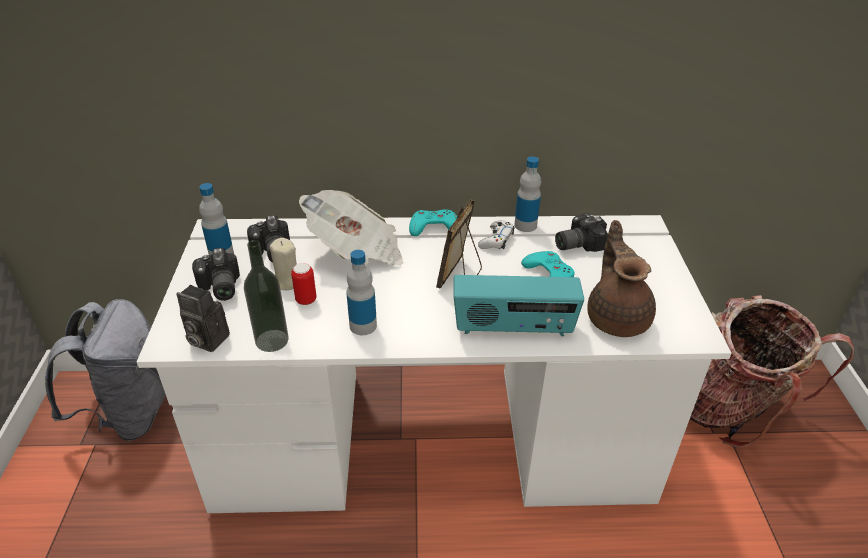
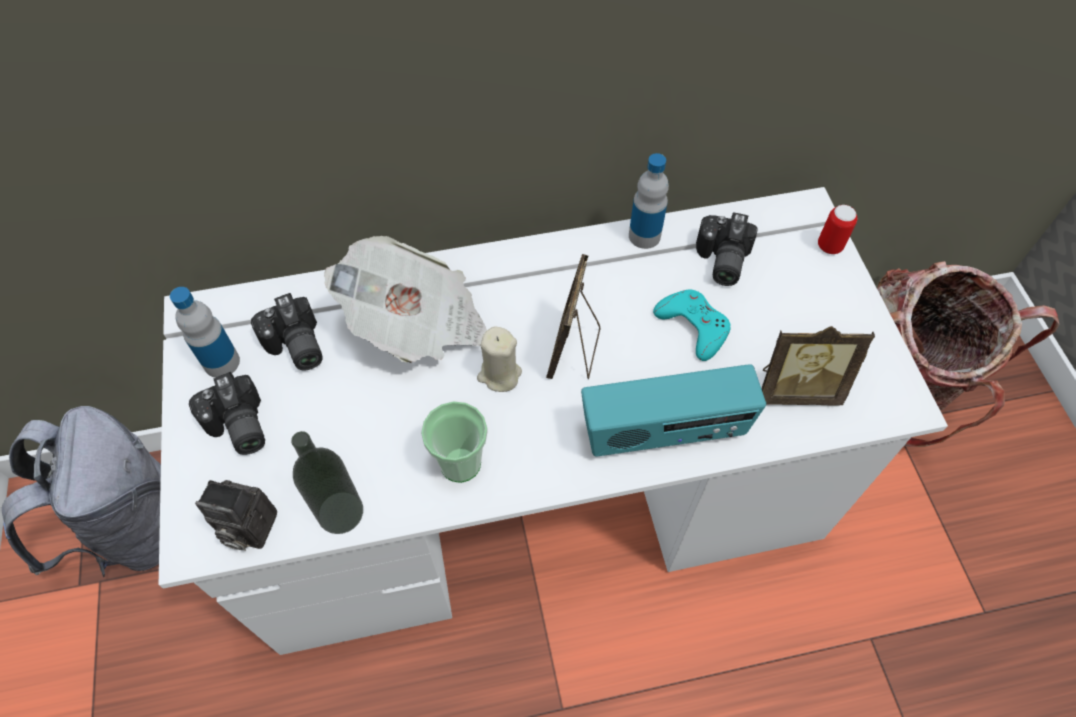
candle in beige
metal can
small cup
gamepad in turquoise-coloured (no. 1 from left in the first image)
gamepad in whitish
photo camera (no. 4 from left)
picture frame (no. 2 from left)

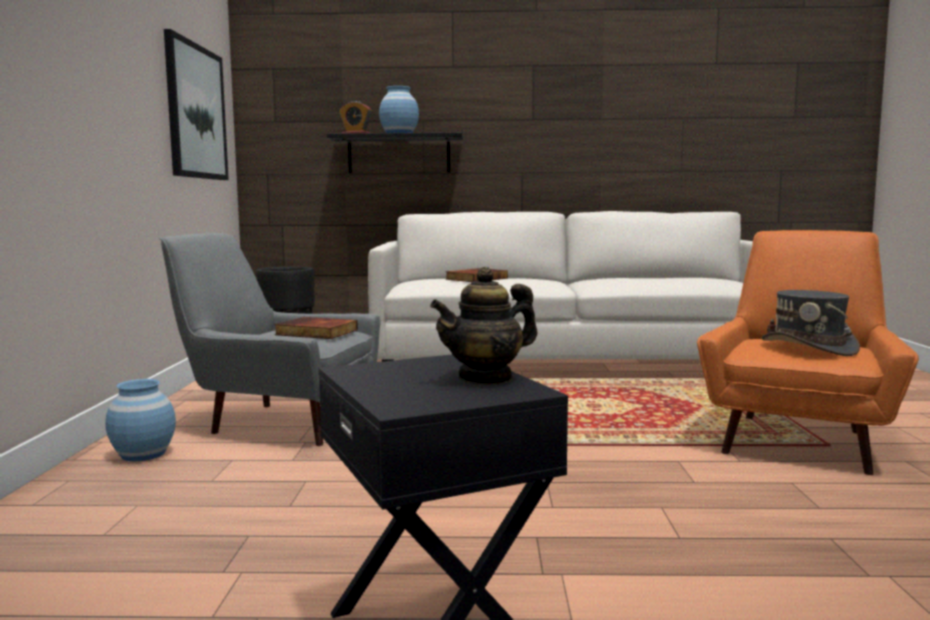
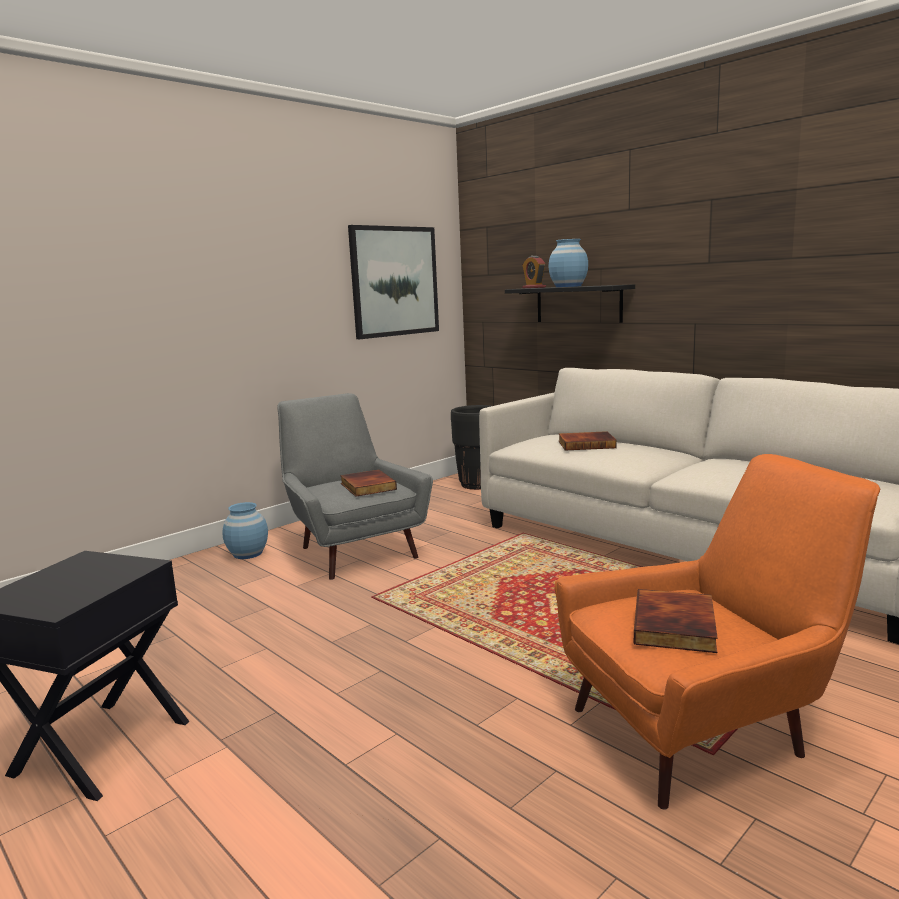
pot for tea
book (no. 3 from left)

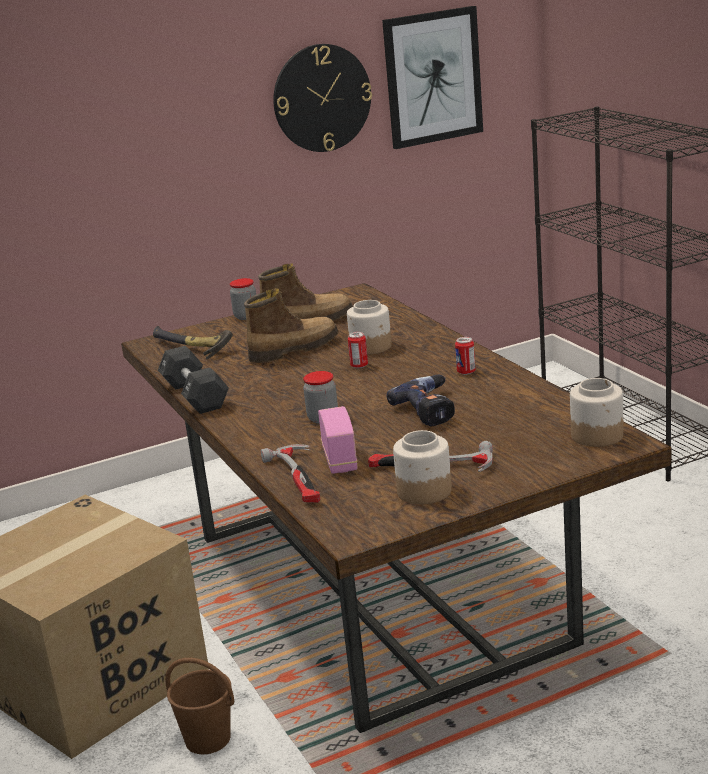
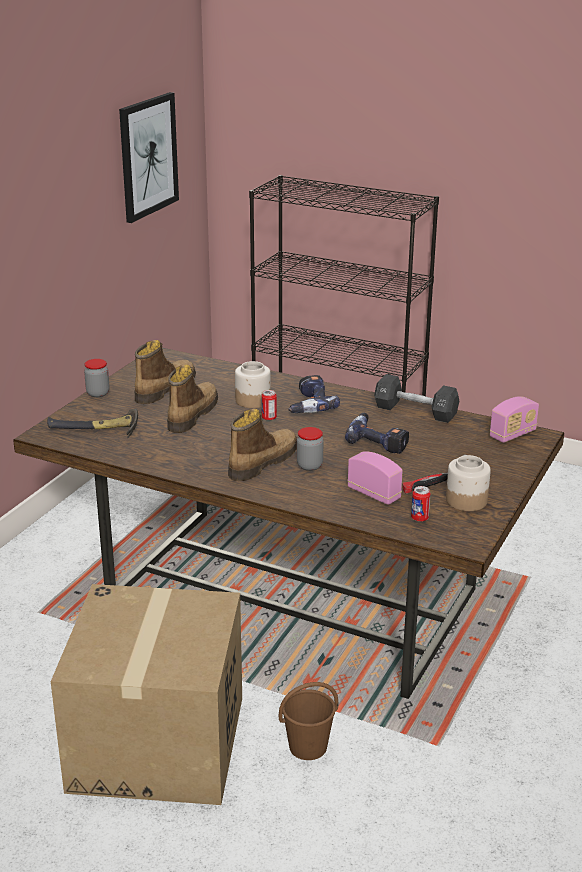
hand weight in blackish
tool hammer (no. 2 from left in the first image)
hanging clock
metal can (no. 2 from left)
radio set (no. 2 from left)
high-top boot (no. 3 from left)
power drill (no. 1 from left)

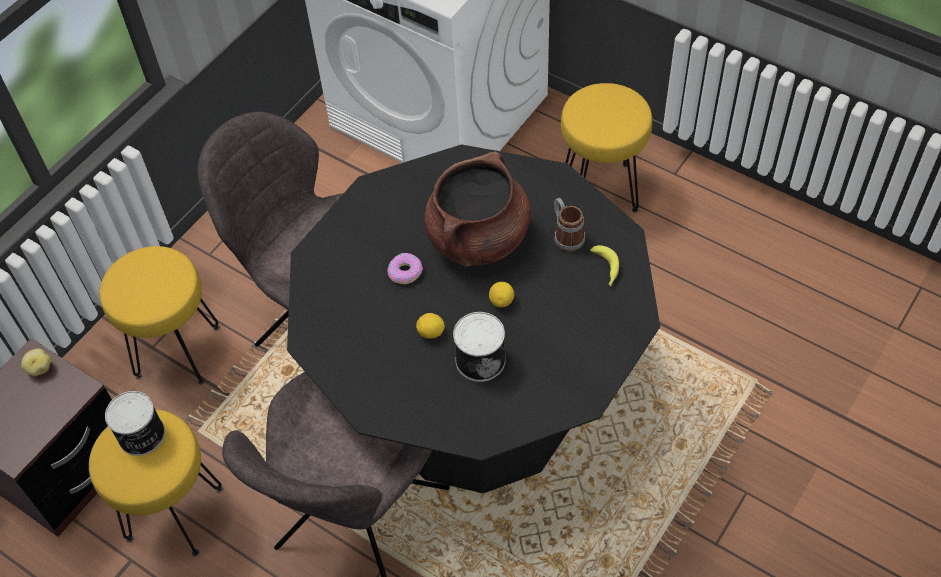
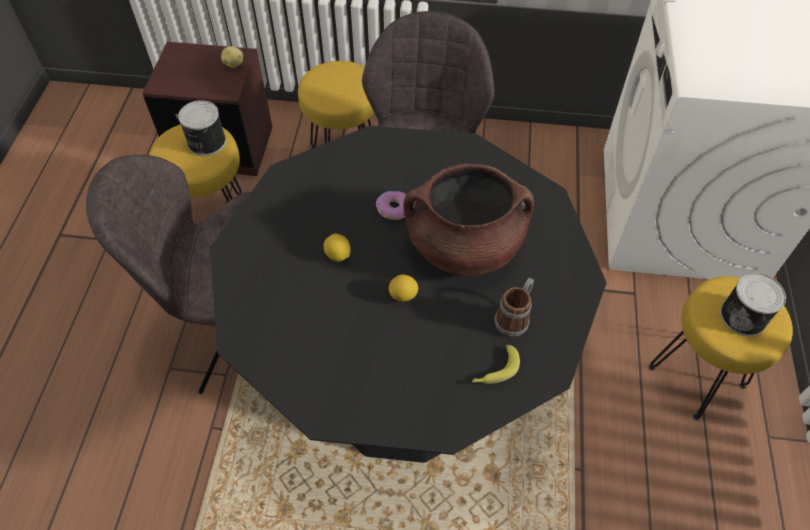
metal can (no. 2 from left)

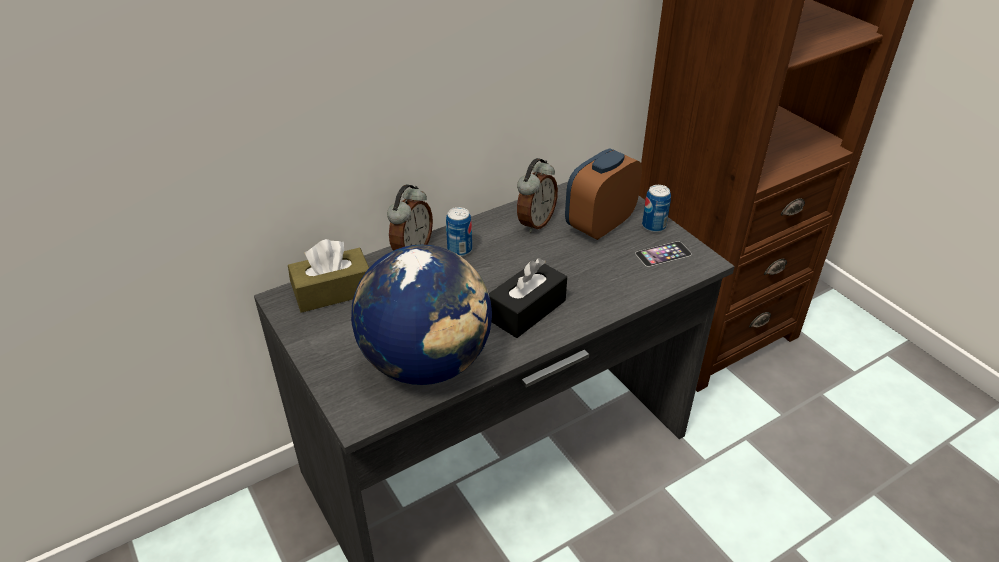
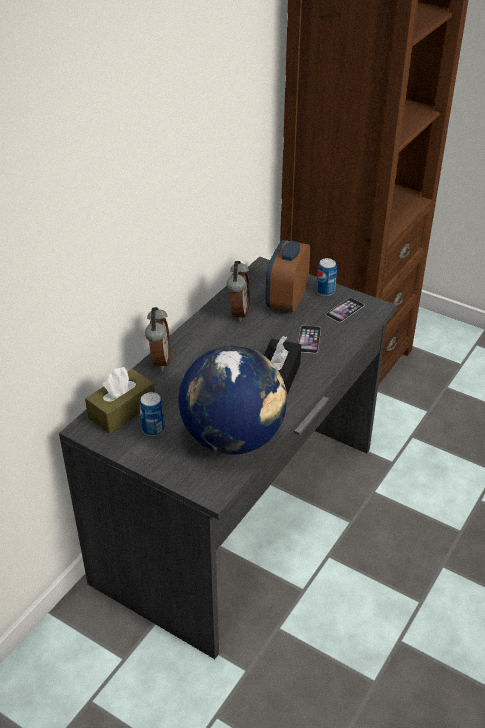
metal can (no. 1 from left)
phone (no. 1 from left)

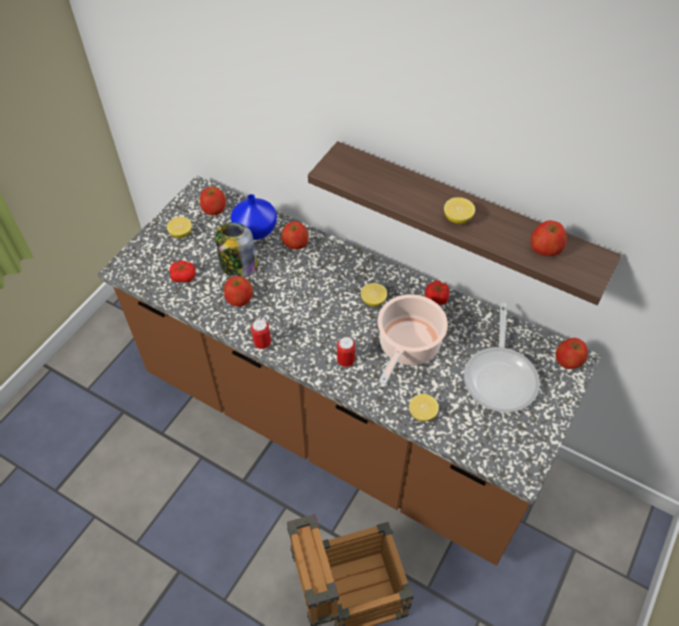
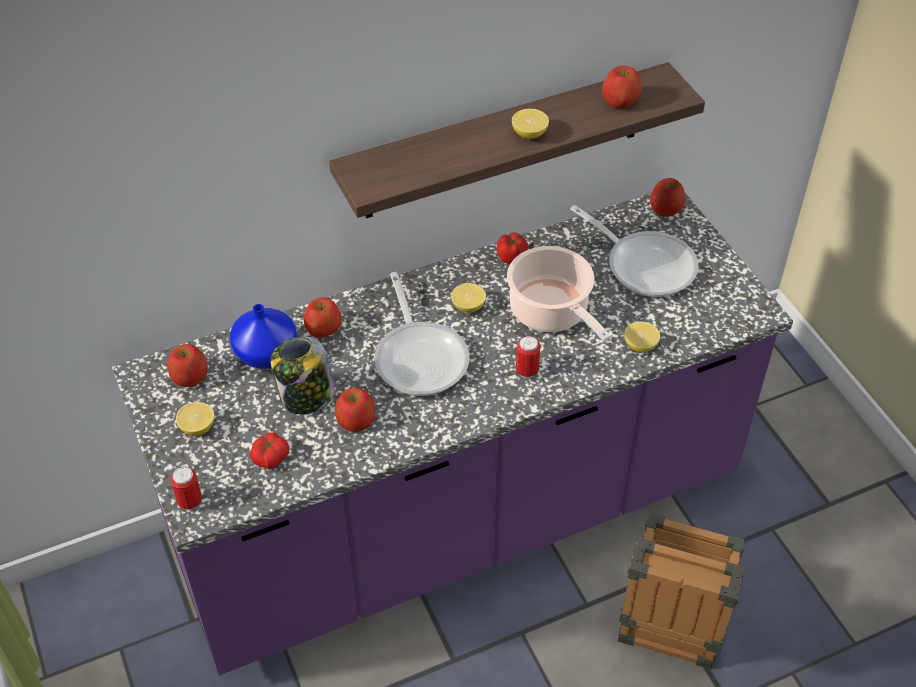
counter in purple-coloured
metal can (no. 1 from left)
skillet (no. 1 from left)

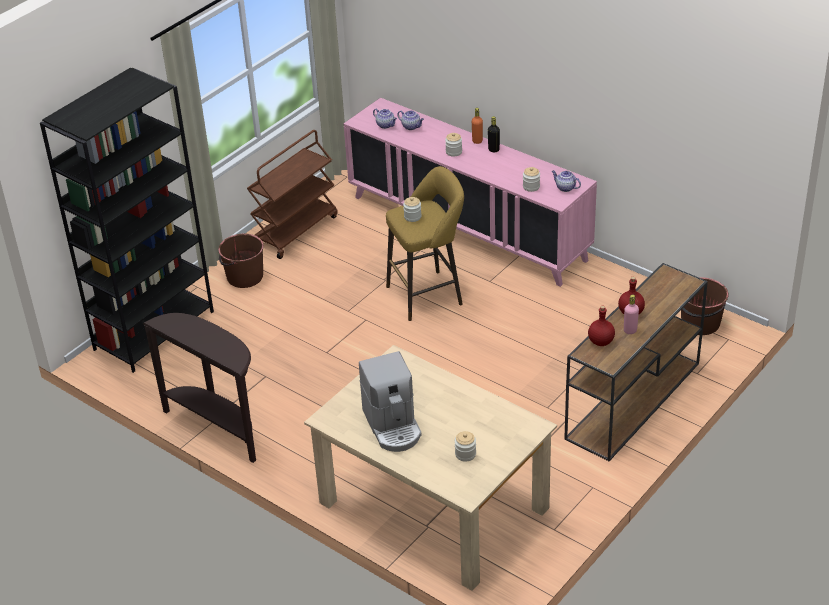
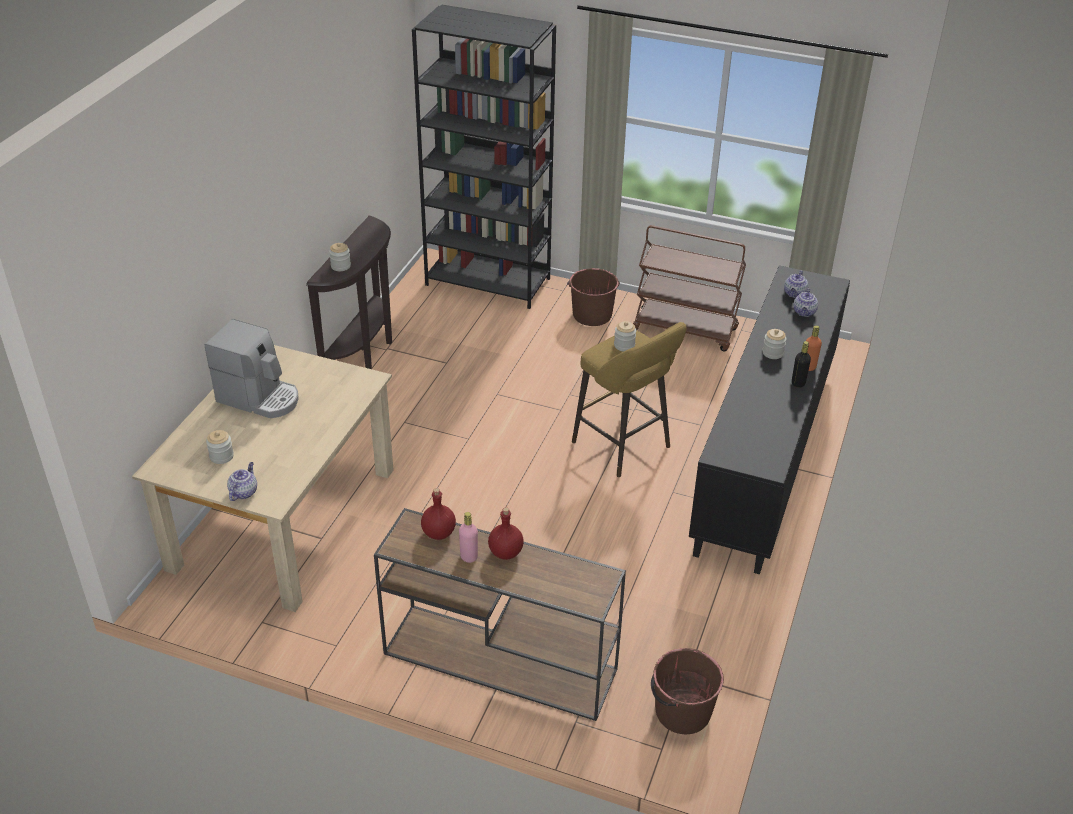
cabinet in blackish
coffee machine
storage jar (no. 2 from left)
pot for tea (no. 1 from left)

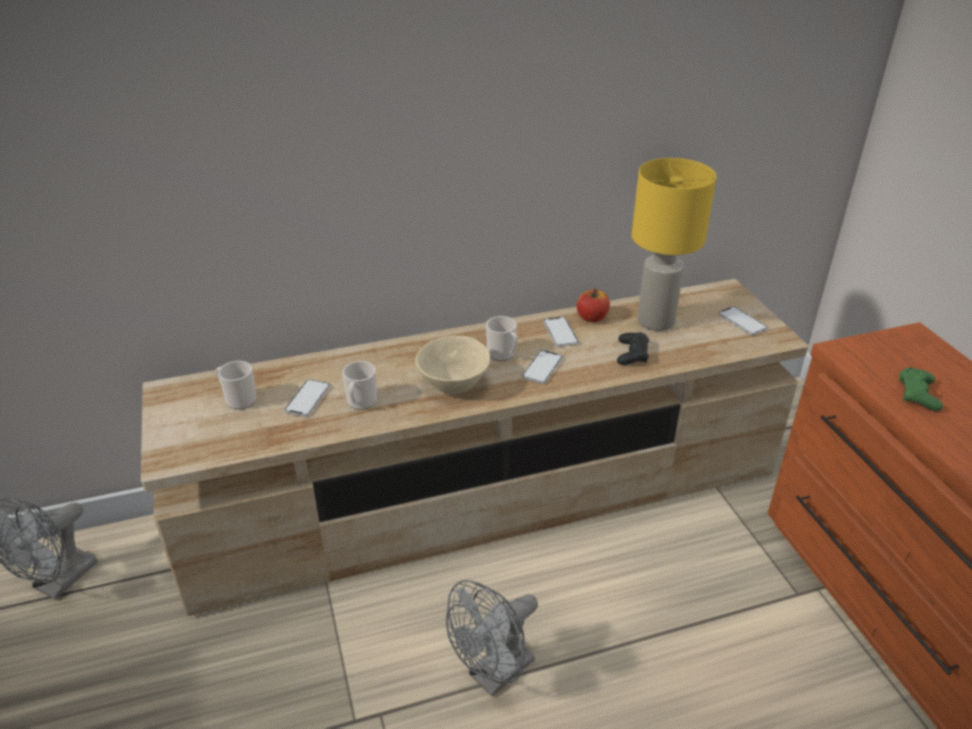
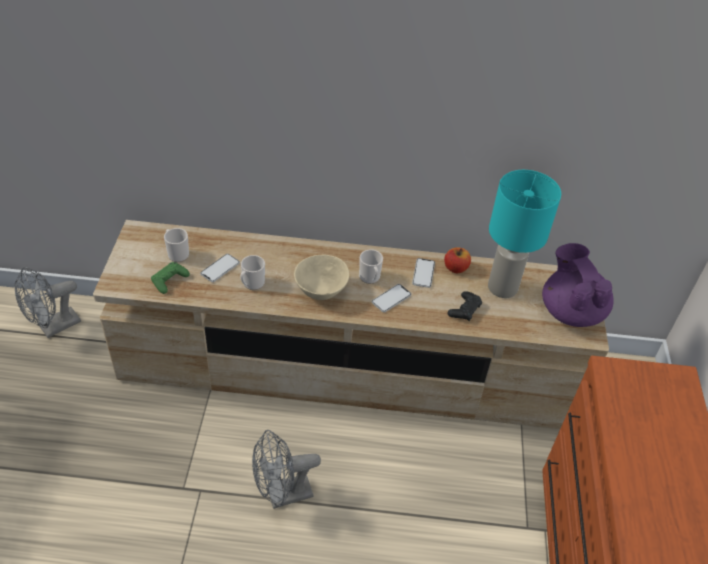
tabletop lamp in turquoise-coloured
pot for tea in purple-coloured
gamepad in green-coloured

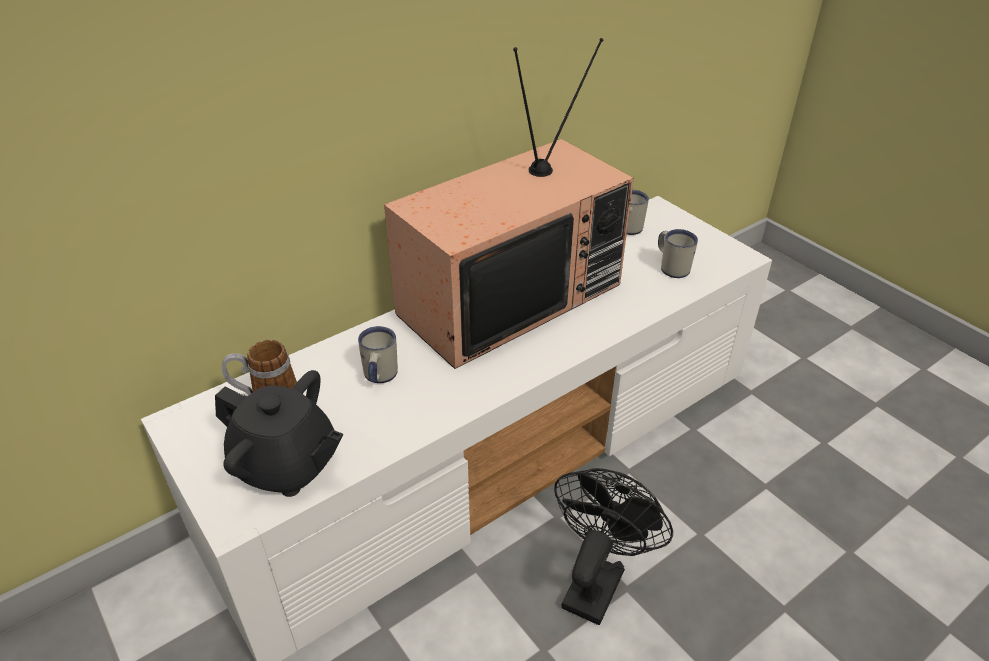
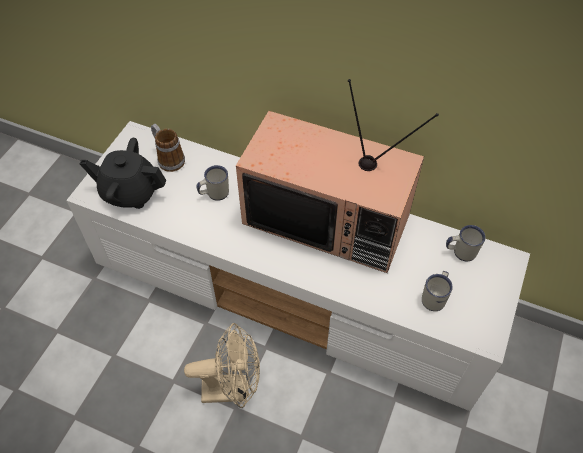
pot for tea in blackish
cooling fan in beige

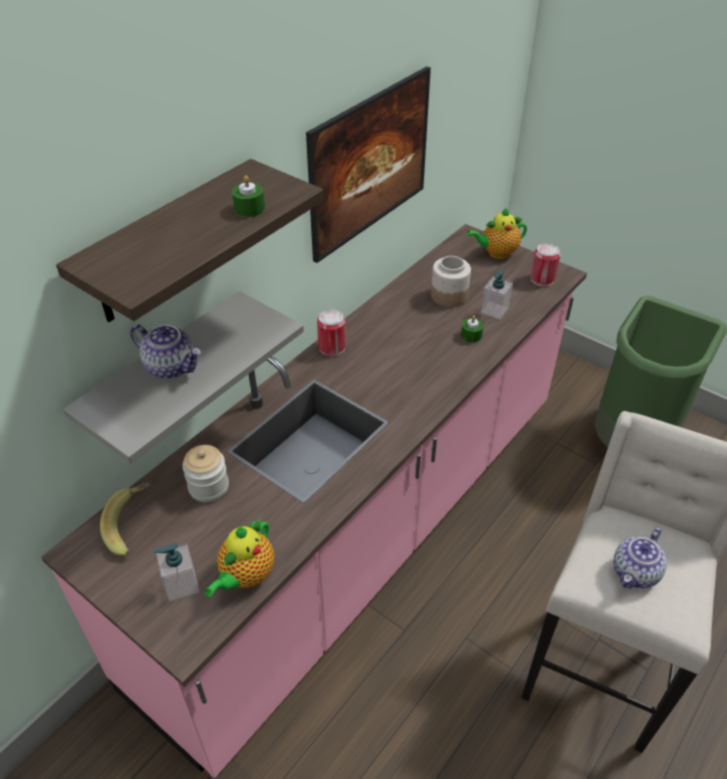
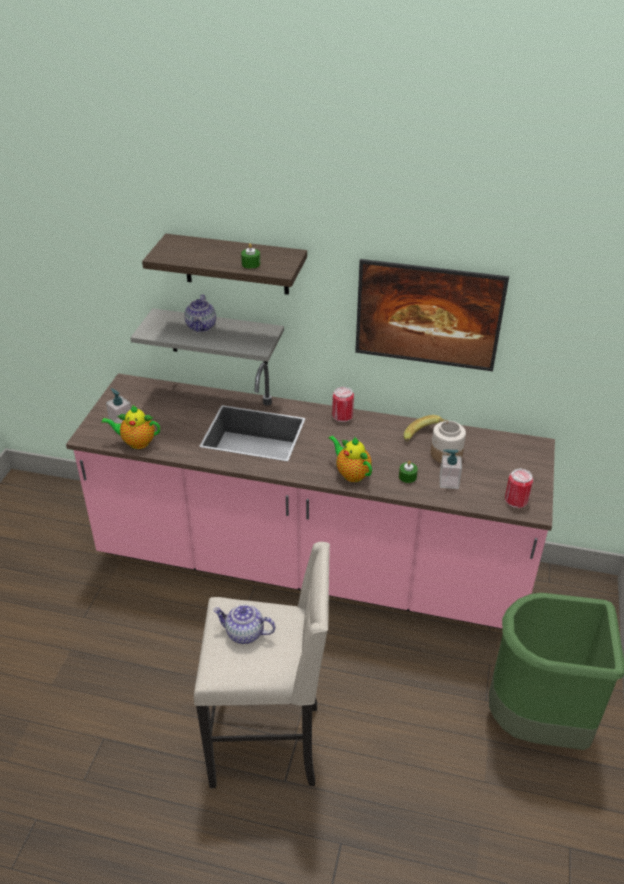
whole banana
storage jar (no. 1 from left in the first image)
pot for tea (no. 4 from left)

